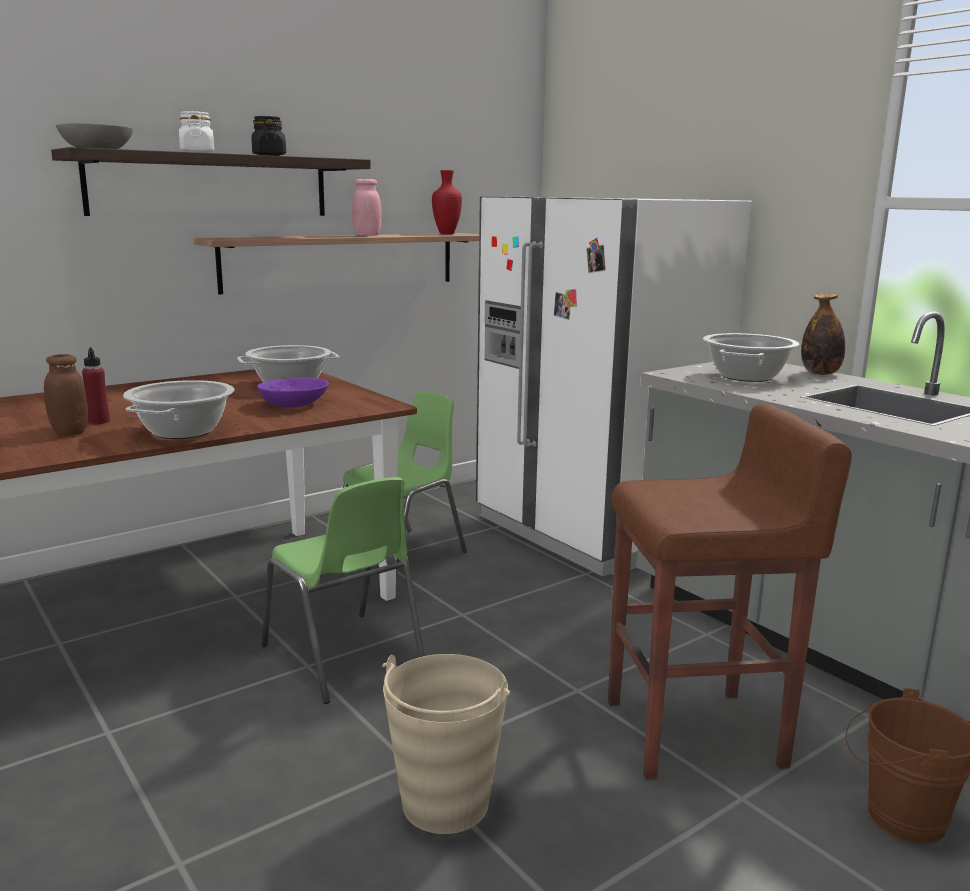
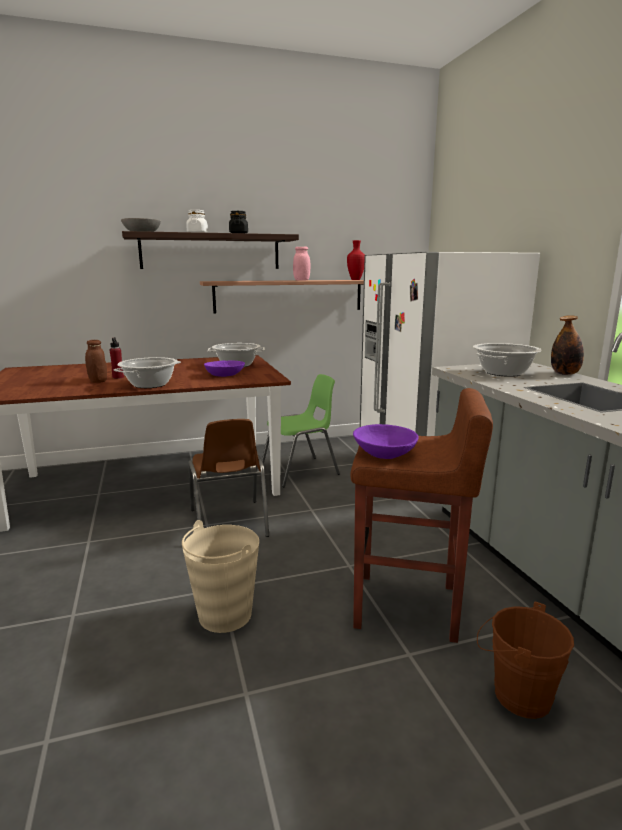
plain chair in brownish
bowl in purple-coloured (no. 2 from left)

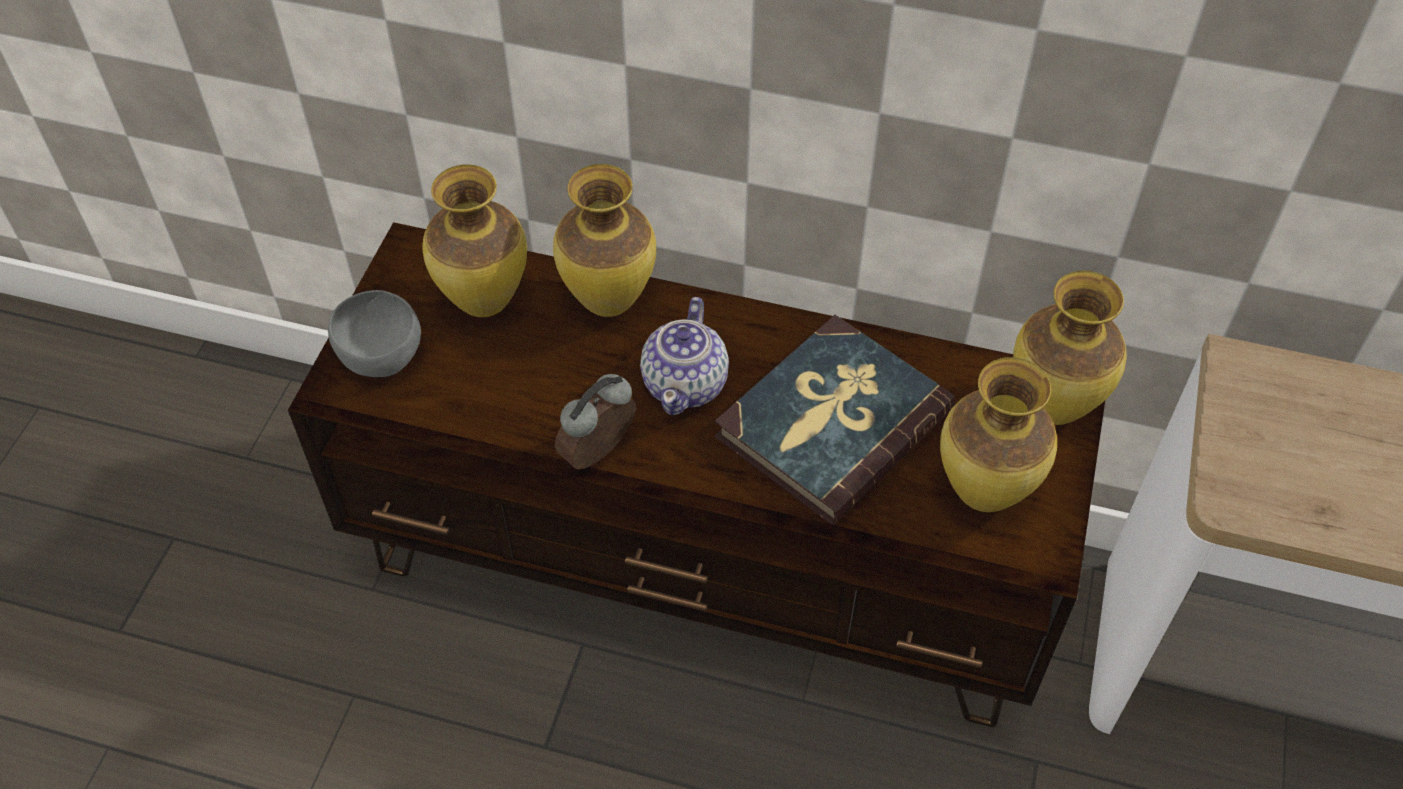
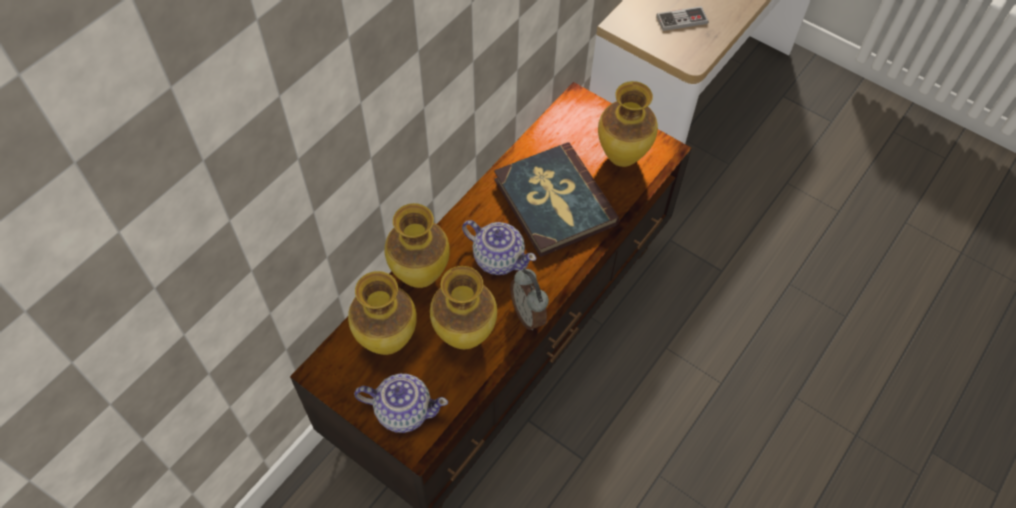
pot for tea (no. 1 from left)
vase (no. 3 from left)
gamepad

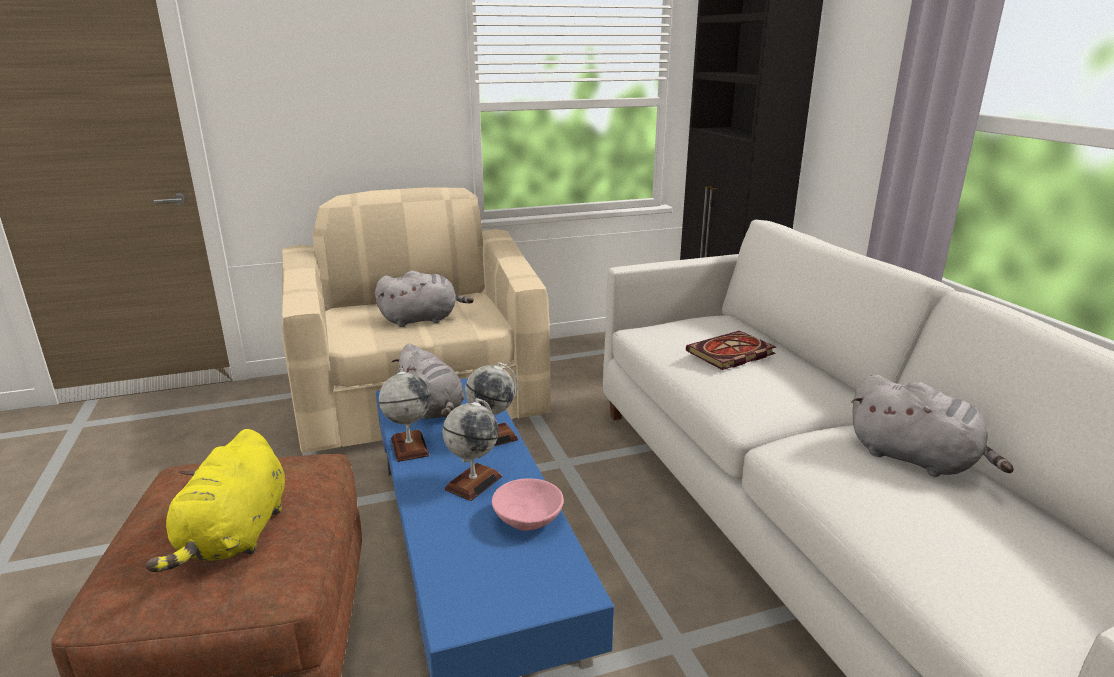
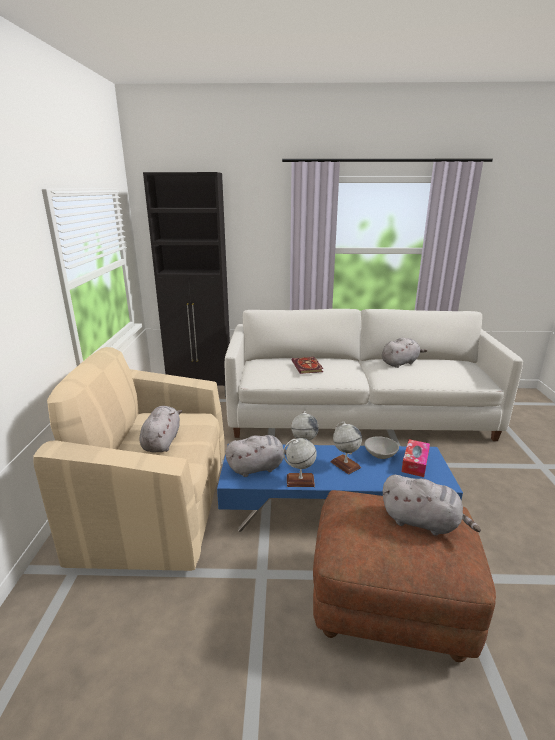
soft toy in grey (no. 4 from left)
bowl in grey
box of tissues

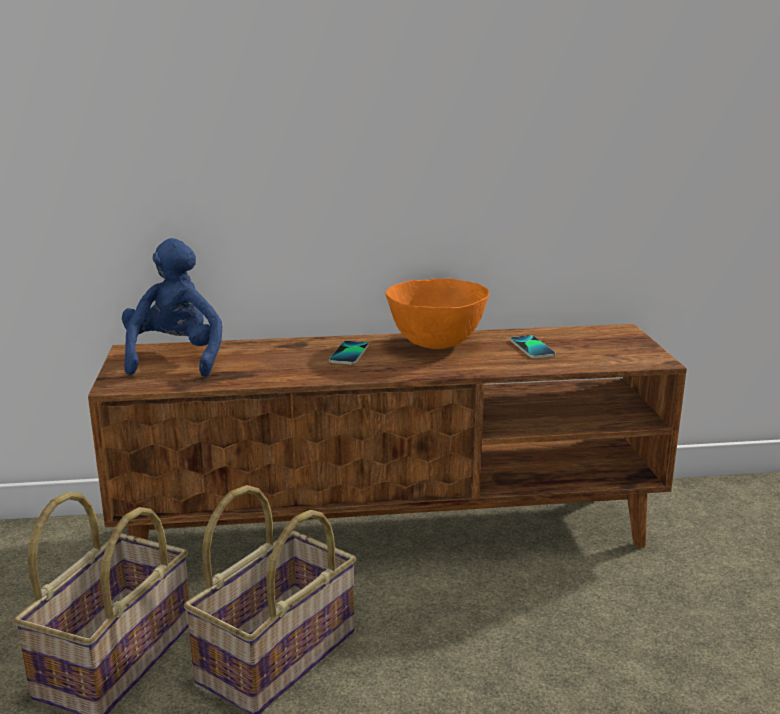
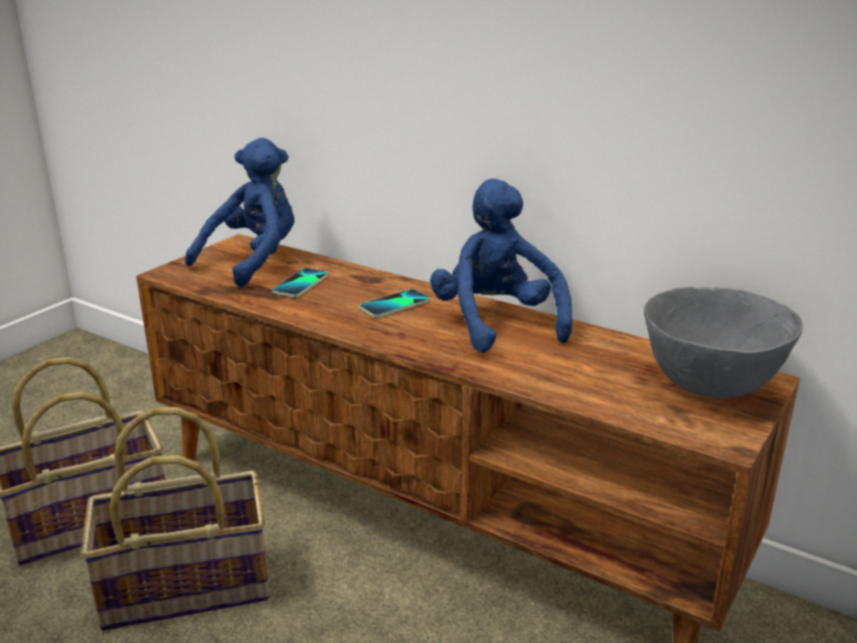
soft toy in blue (no. 2 from left)
phone (no. 1 from left)
bowl in grey

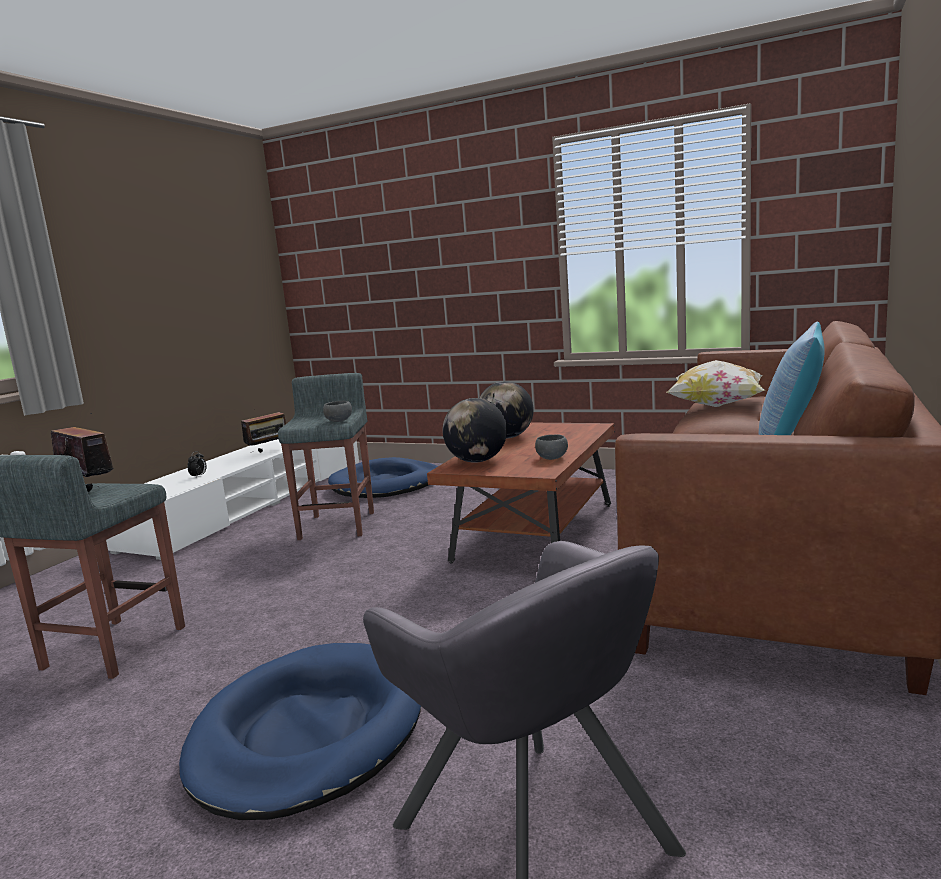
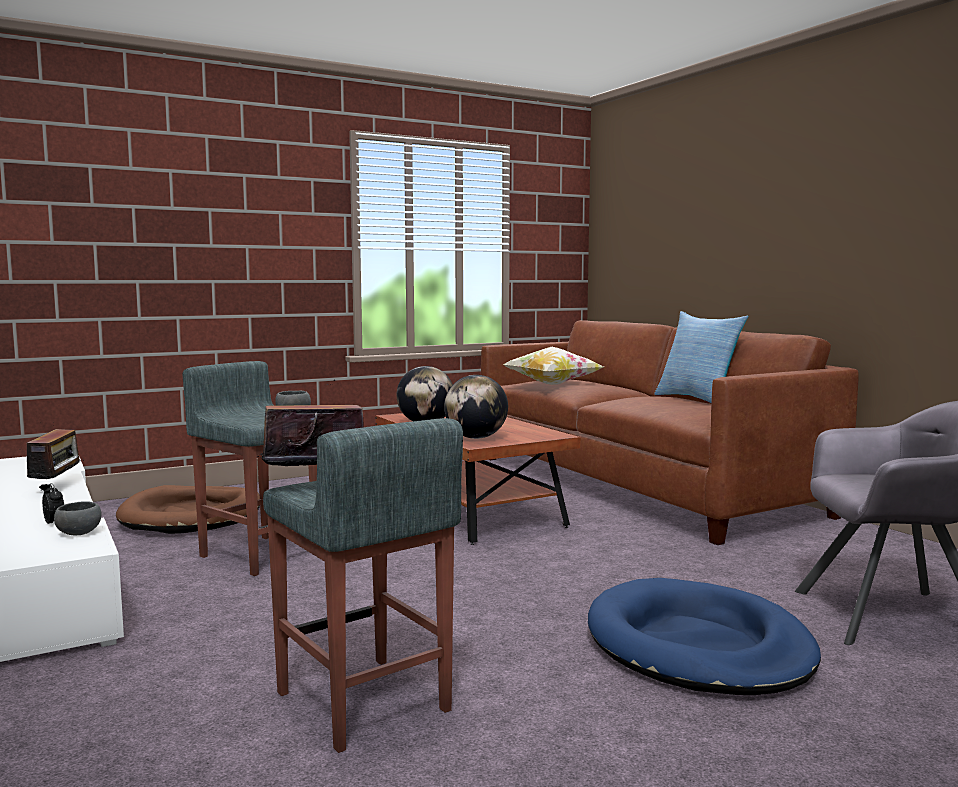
pet bed in brownish
bowl in grey (no. 1 from left)

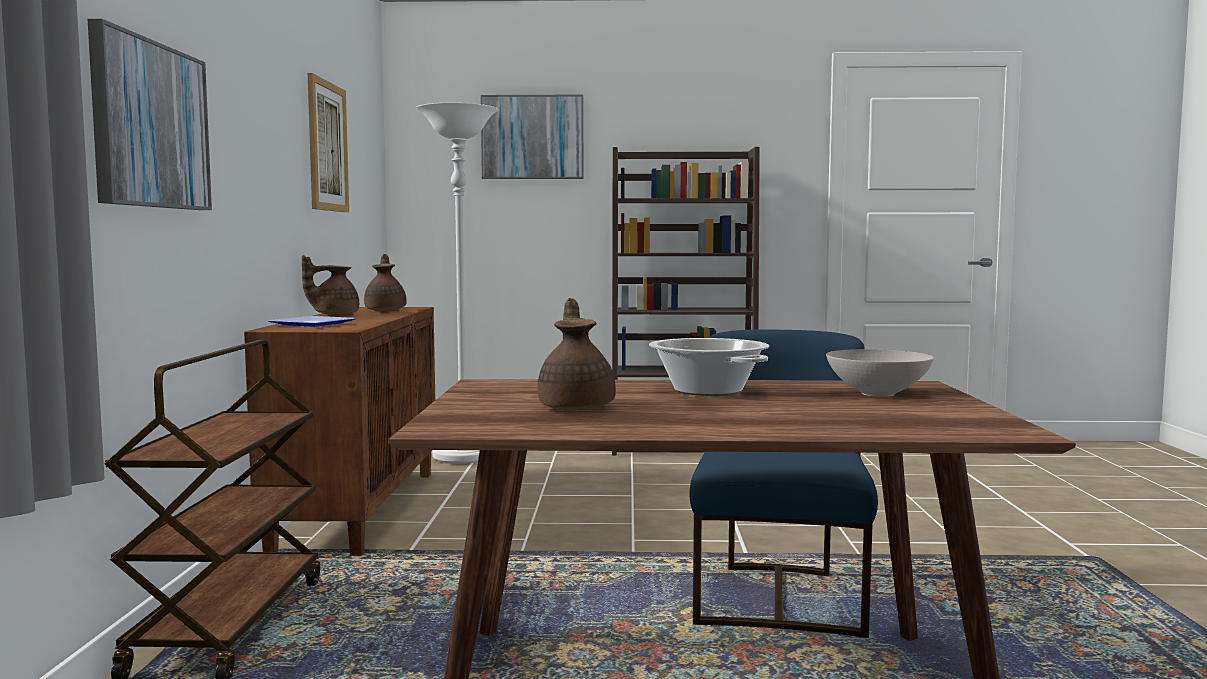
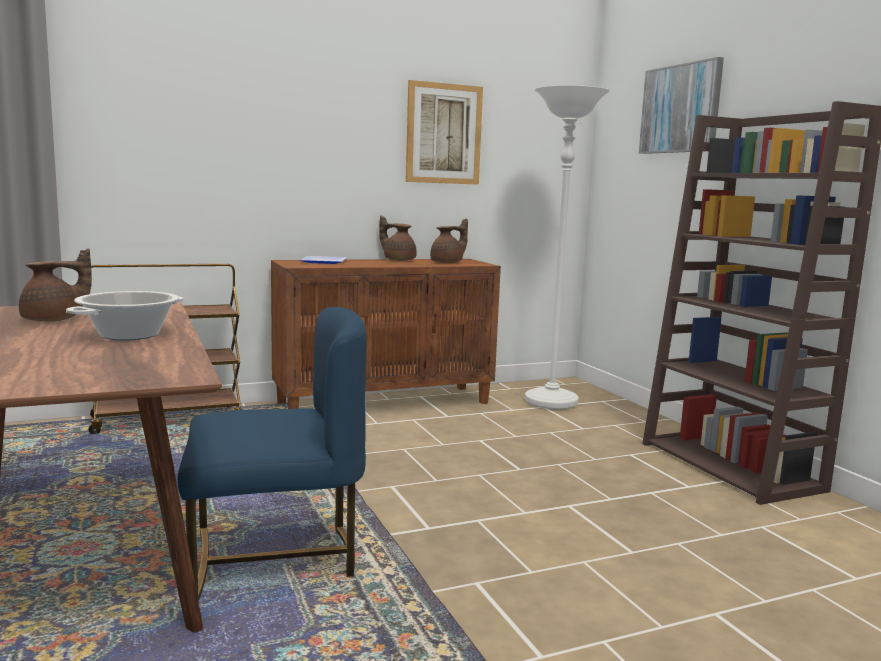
wall picture (no. 1 from left in the first image)
bowl in whitish

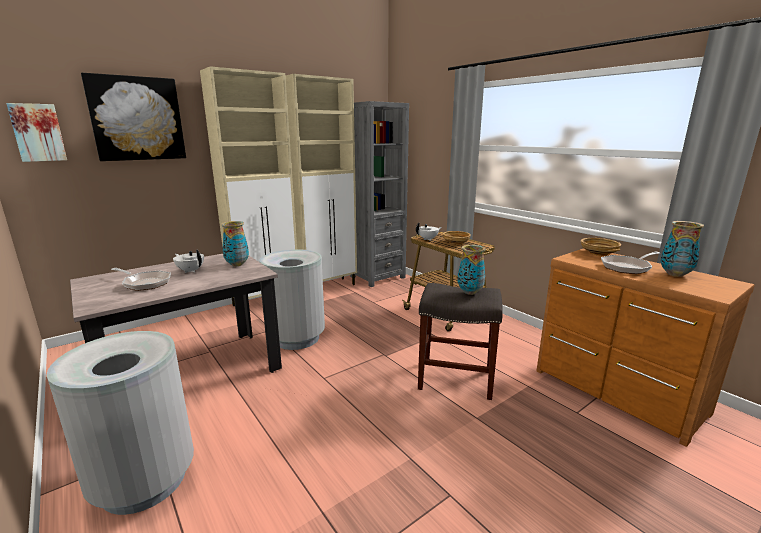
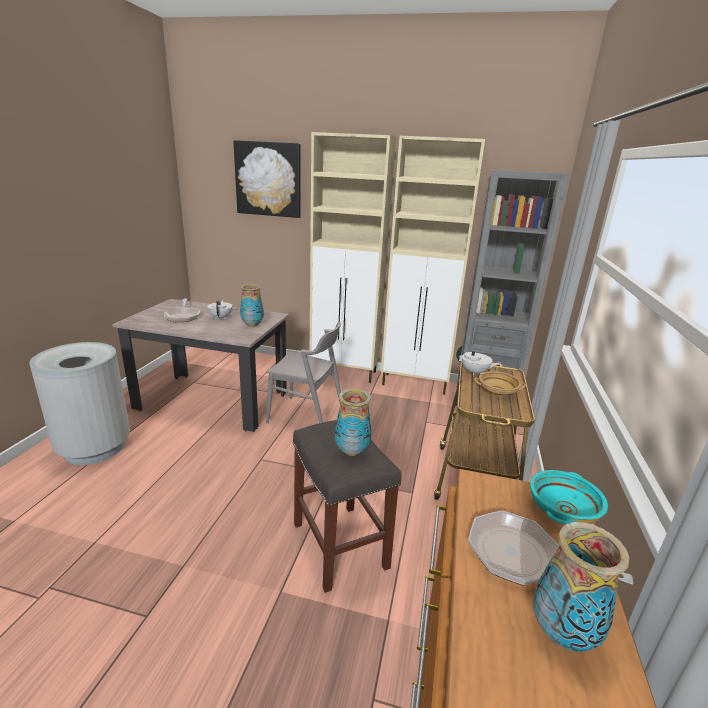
wall picture (no. 1 from left in the first image)
plain chair in grey
bowl in turquoise-coloured

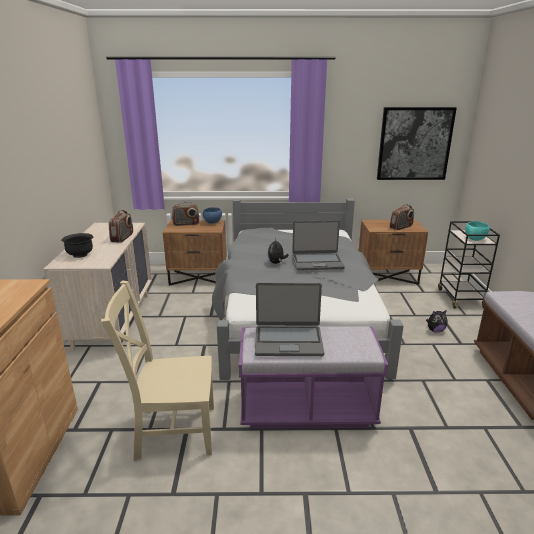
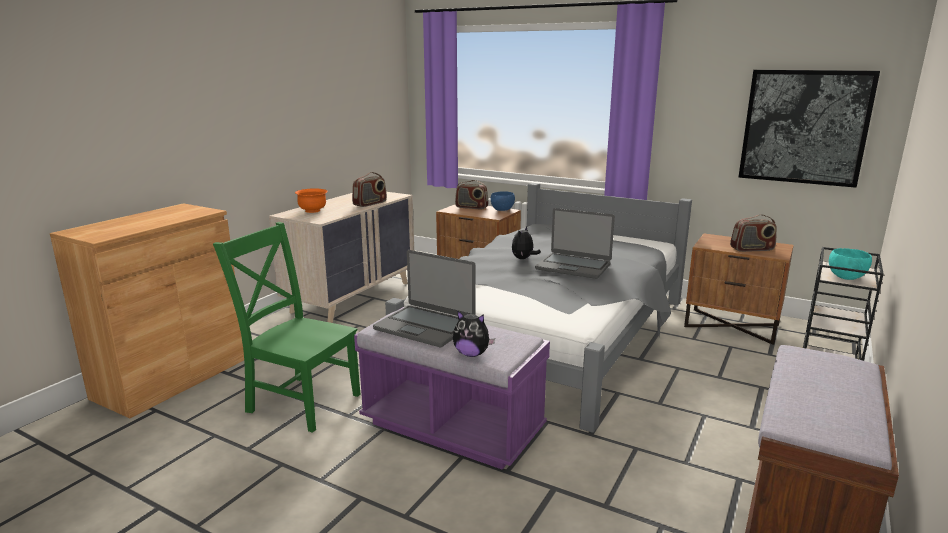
bowl in orangey
plain chair in green-coloured
soft toy (no. 1 from left)

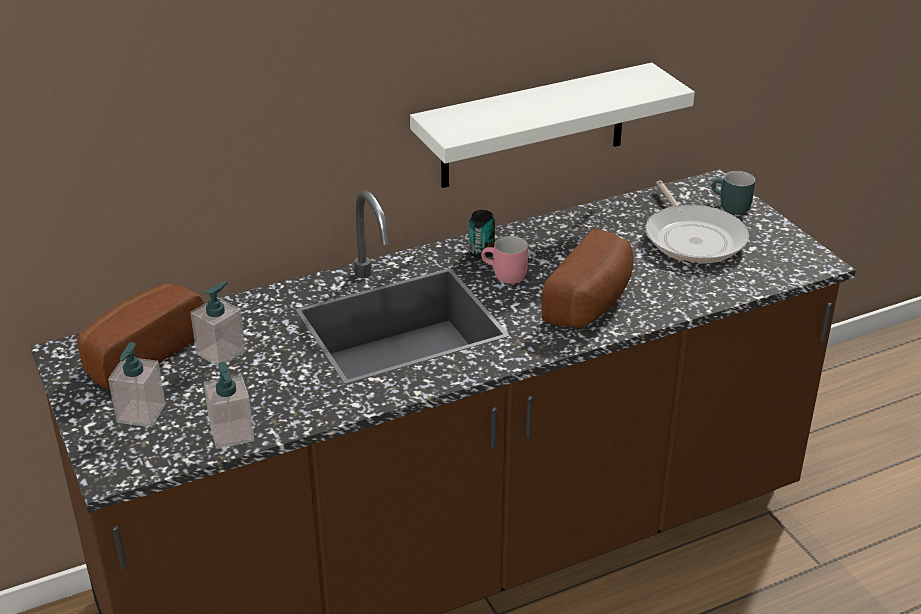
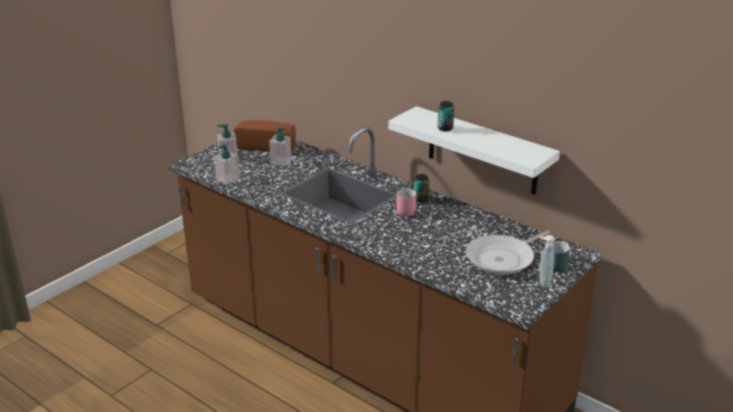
bread (no. 2 from left in the first image)
metal can (no. 2 from left)
soap bottle (no. 4 from left)

